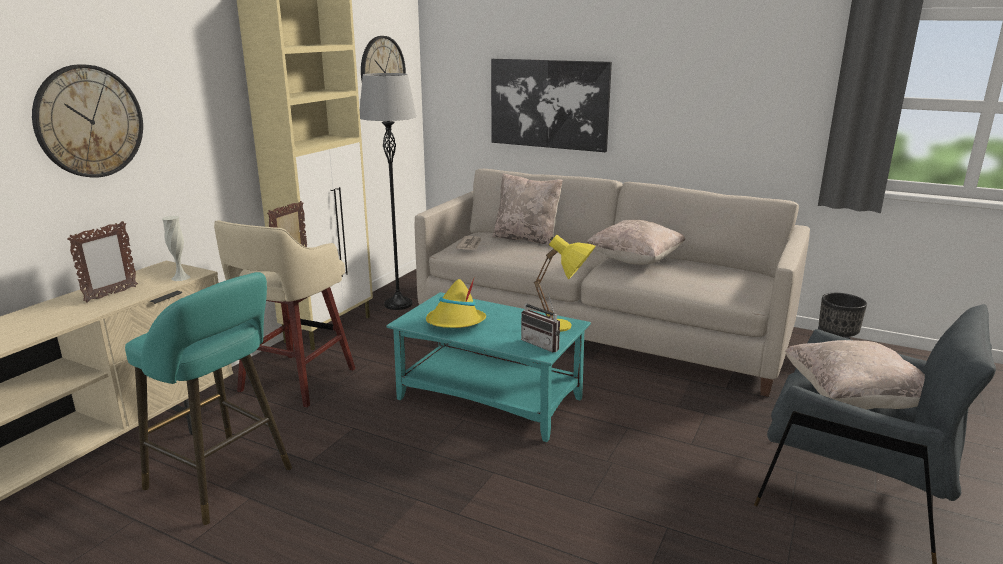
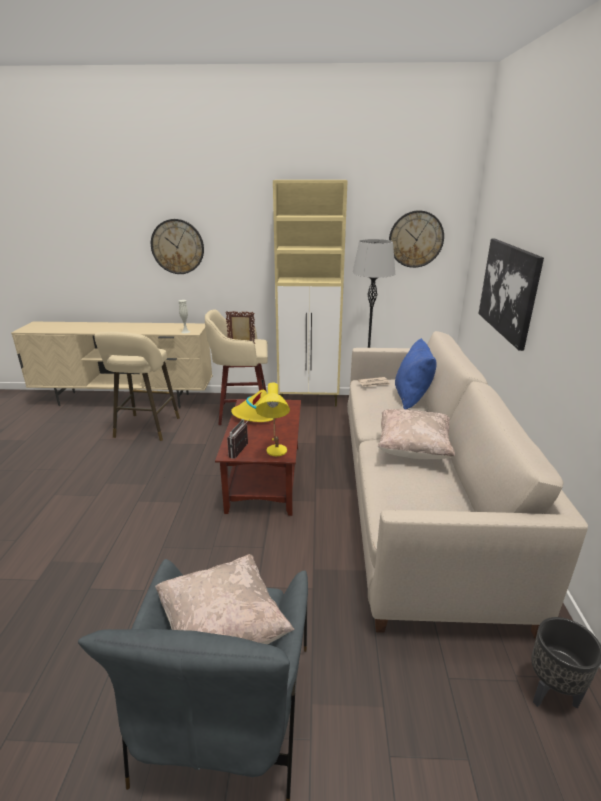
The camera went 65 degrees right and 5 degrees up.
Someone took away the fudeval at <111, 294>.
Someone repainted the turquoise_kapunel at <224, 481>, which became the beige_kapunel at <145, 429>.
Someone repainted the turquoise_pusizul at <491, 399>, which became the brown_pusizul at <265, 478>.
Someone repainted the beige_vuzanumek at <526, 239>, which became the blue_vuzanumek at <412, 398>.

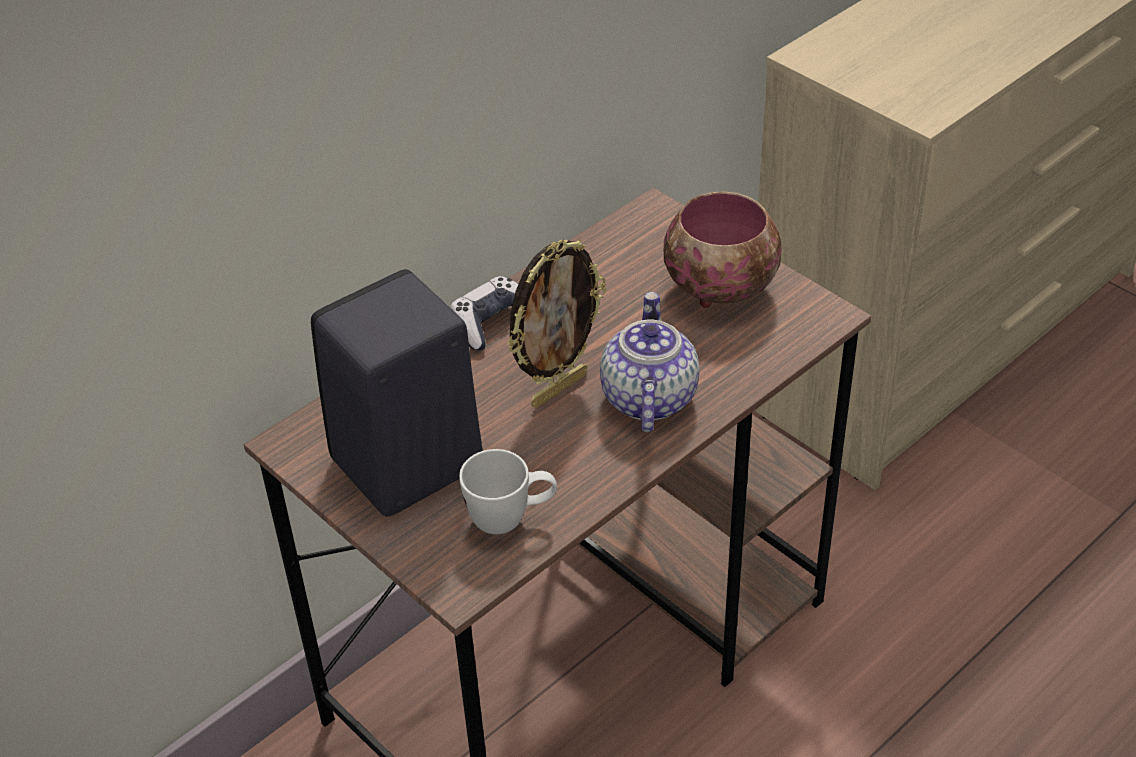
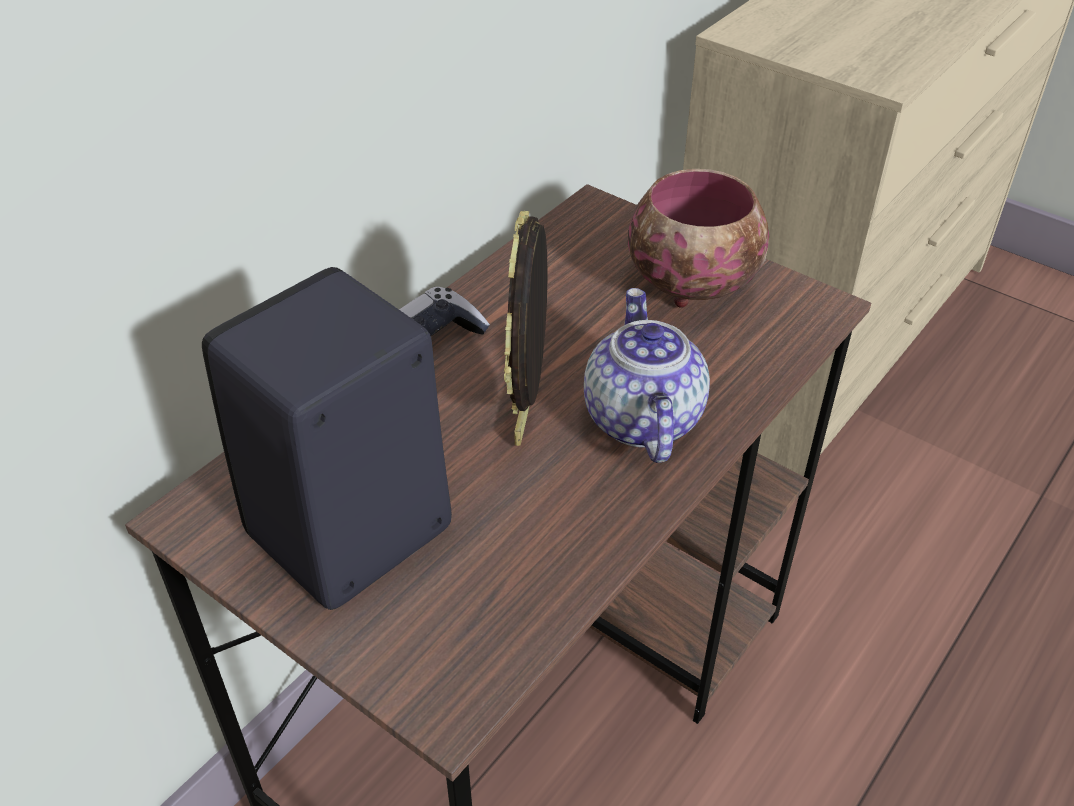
The camera went 10 degrees left and 0 degrees up.
Someone took away the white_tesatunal at <511, 519>.
Someone rotated the fudeval at <558, 389> by 150 degrees clockwise.

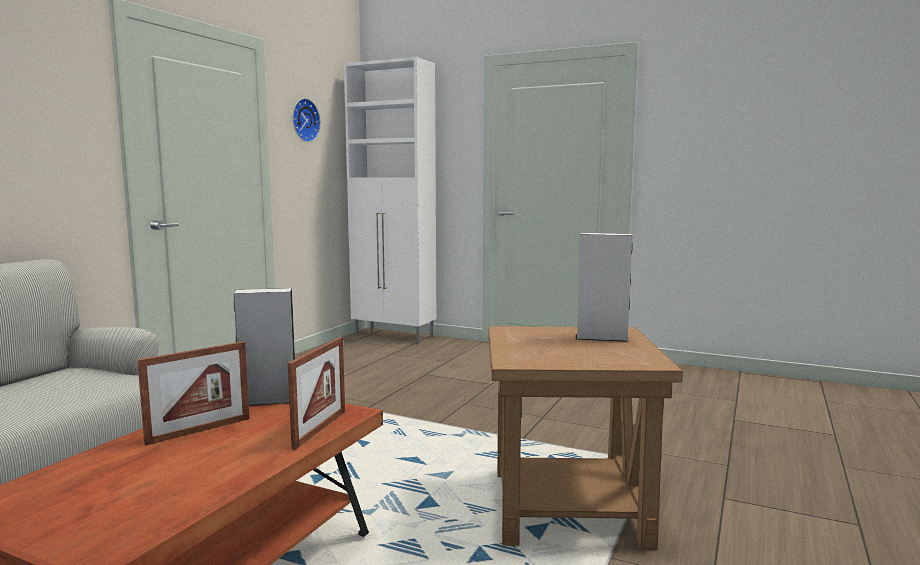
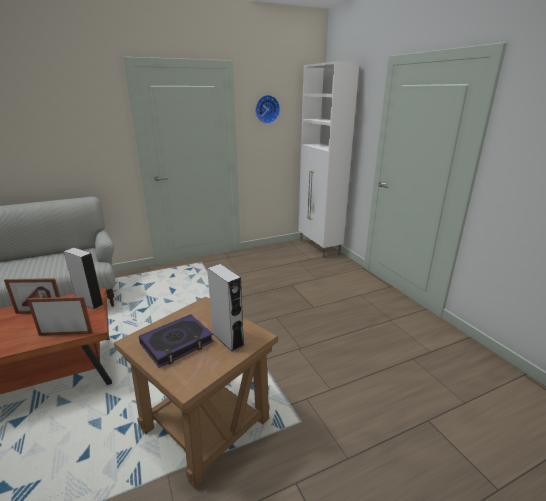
The camera went 40 degrees right and 15 degrees up.
Someone put down the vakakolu at <177, 343>.
Someone rotated the fudeval at <320, 429> by 150 degrees counterclockwise.

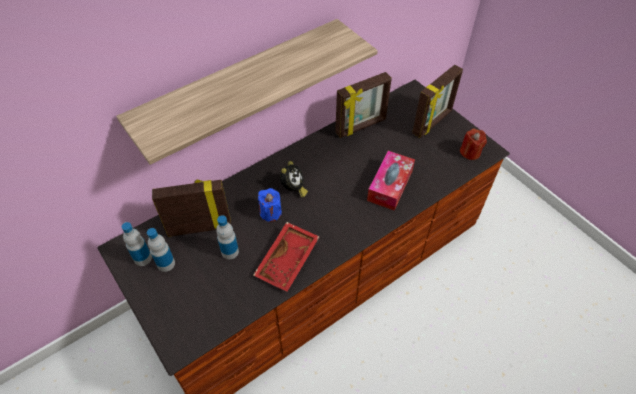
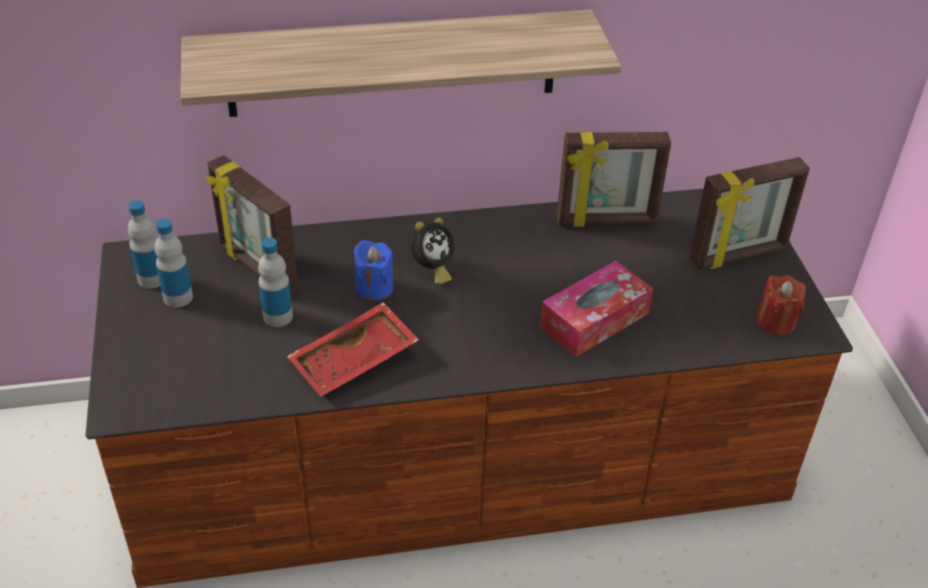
The camera went 25 degrees right and 10 degrees down.
Someone rotated the fudeval at <199, 227> by 150 degrees counterclockwise.

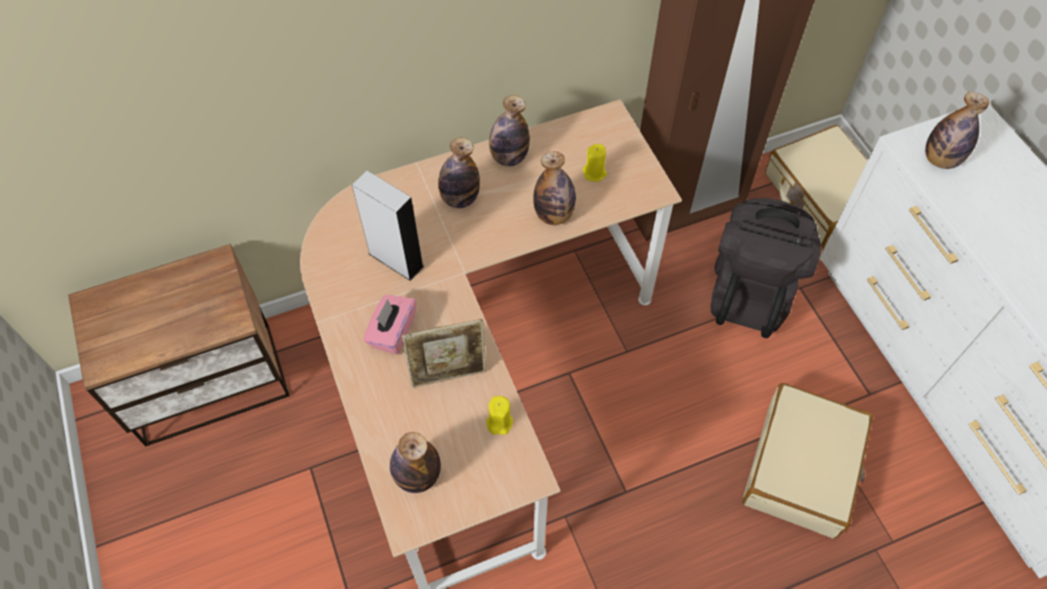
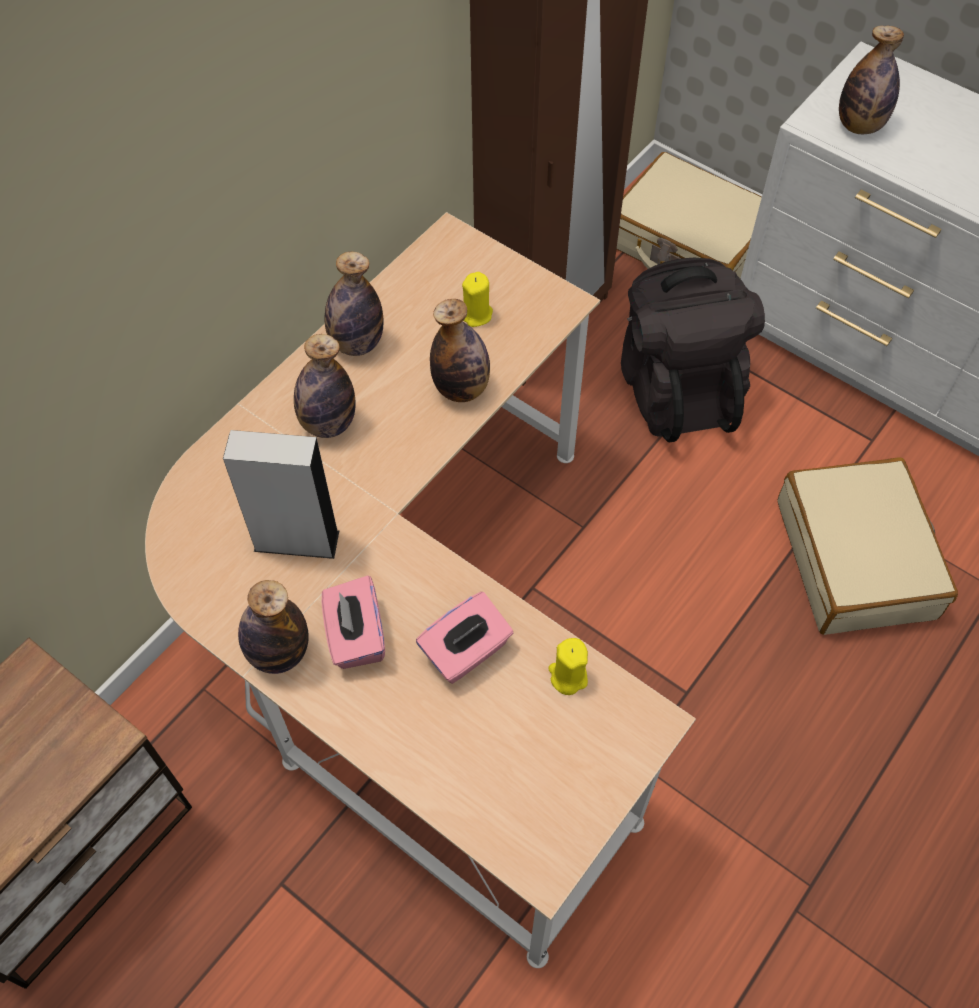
The camera went 30 degrees left and 0 degrees up.
Someone carried the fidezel from <418, 476> to <279, 652>.
Someone swapped the fudeval at <449, 375> for the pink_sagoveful at <466, 651>.

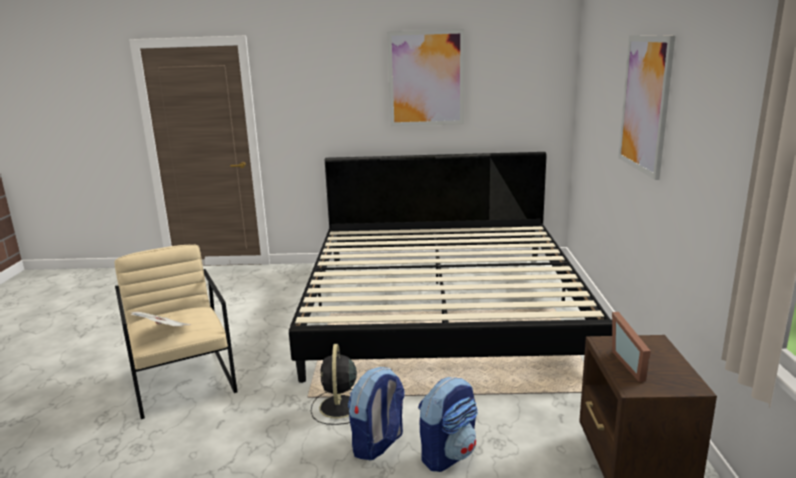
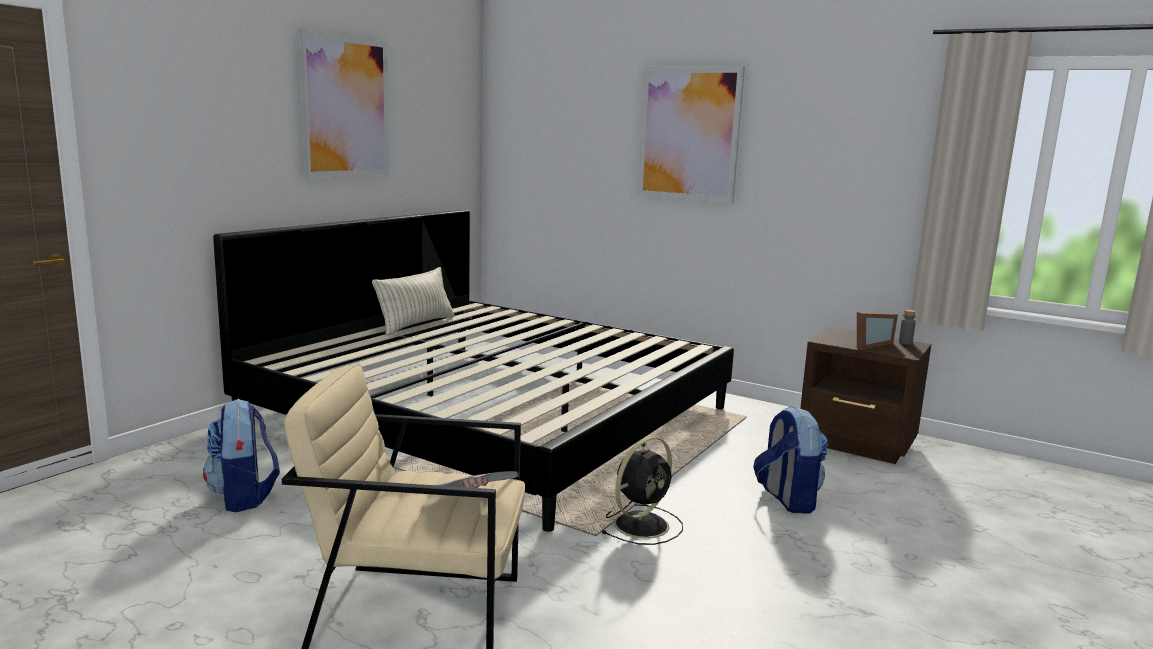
The camera went 60 degrees left and 5 degrees down.
Someone put down the vuzanumek at <416, 325>.
Someone put down the grey_fidezel at <905, 343>.
Someone carried the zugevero from <378, 444> to <244, 497>.
Someone rotated the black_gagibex at <339, 408> by 75 degrees counterclockwise.
Someone rotated the fudeval at <632, 363> by 60 degrees counterclockwise.

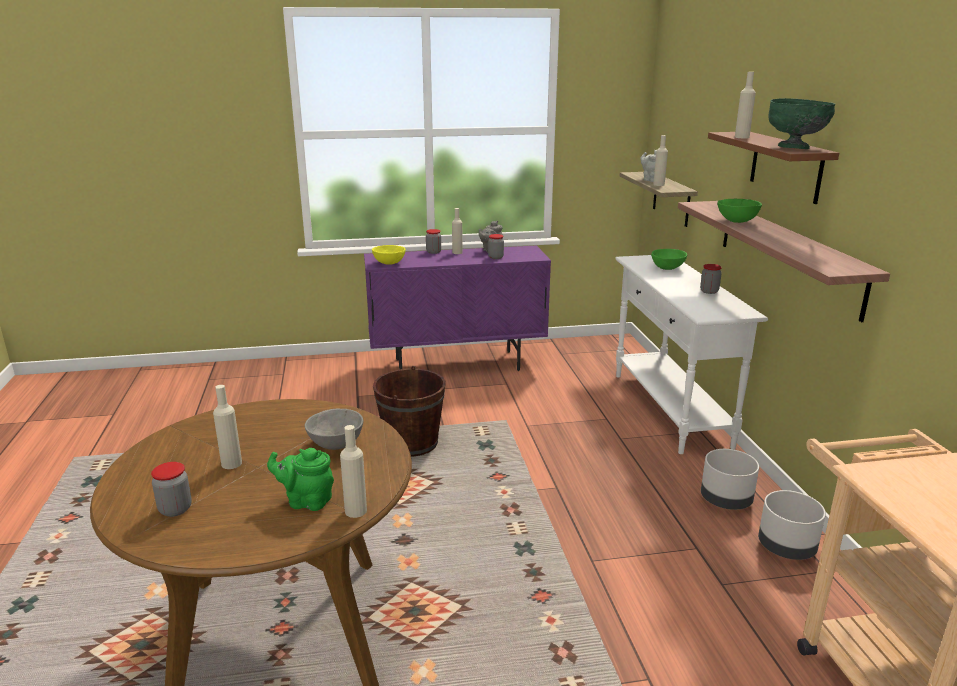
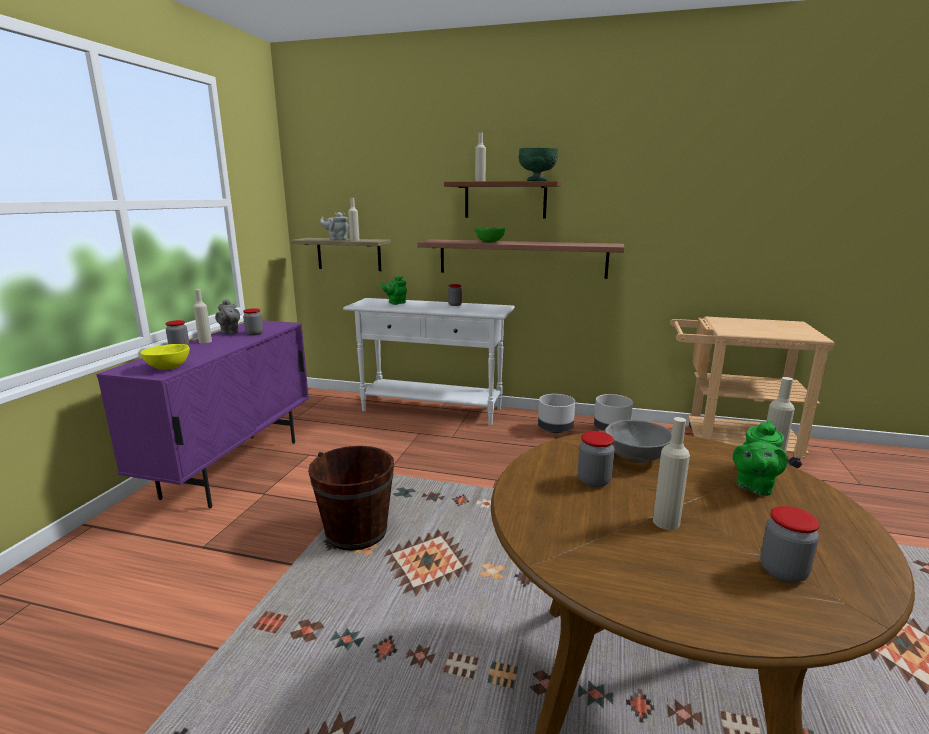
The camera went 65 degrees left and 5 degrees down.
Someone put down the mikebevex at <594, 481>.
Someone swapped the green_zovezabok at <668, 268> for the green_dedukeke at <396, 303>.

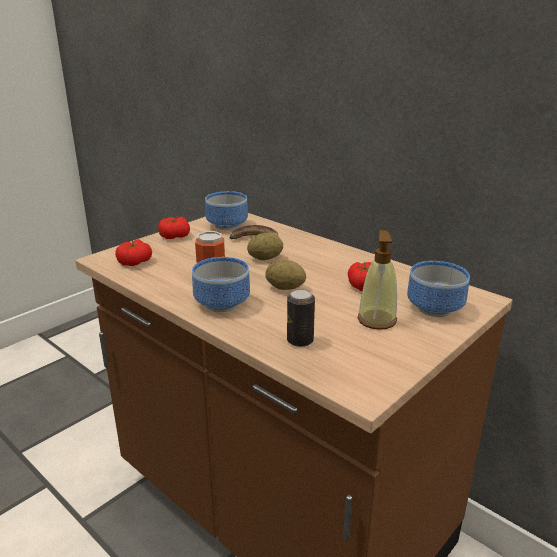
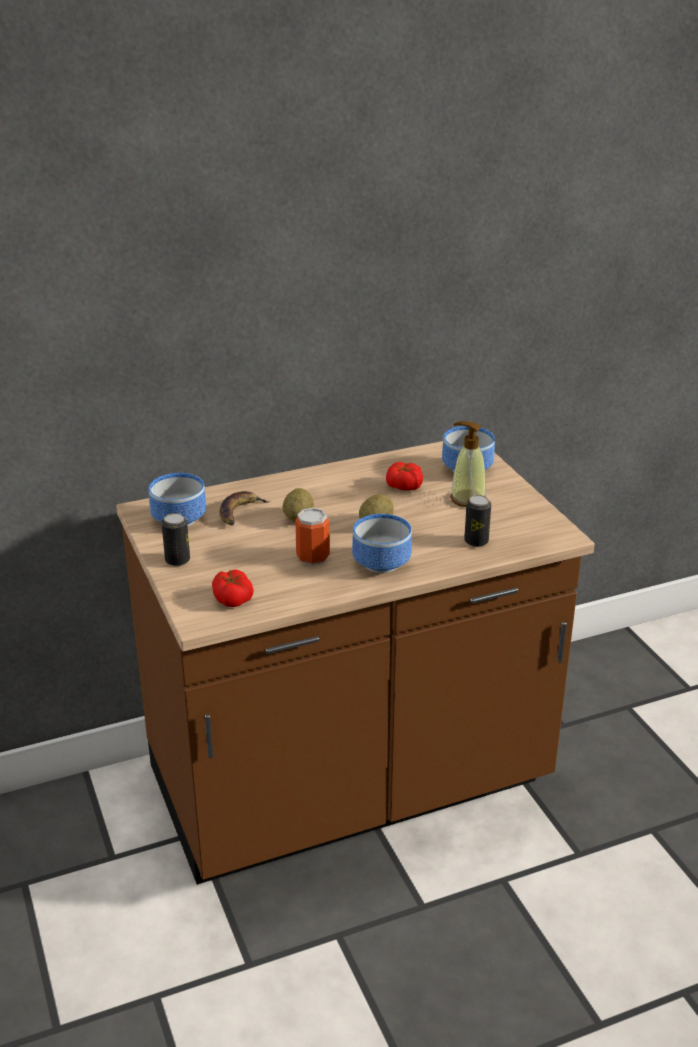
The camera went 65 degrees left and 5 degrees up.
Someone swapped the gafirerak at <174, 236> for the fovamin at <177, 560>.

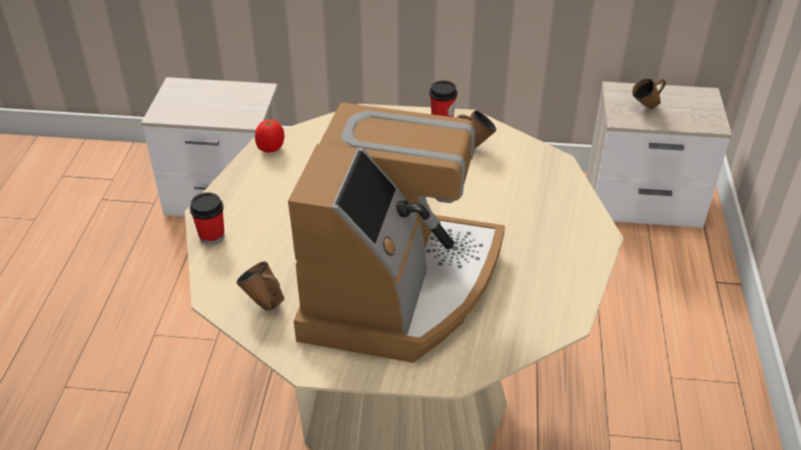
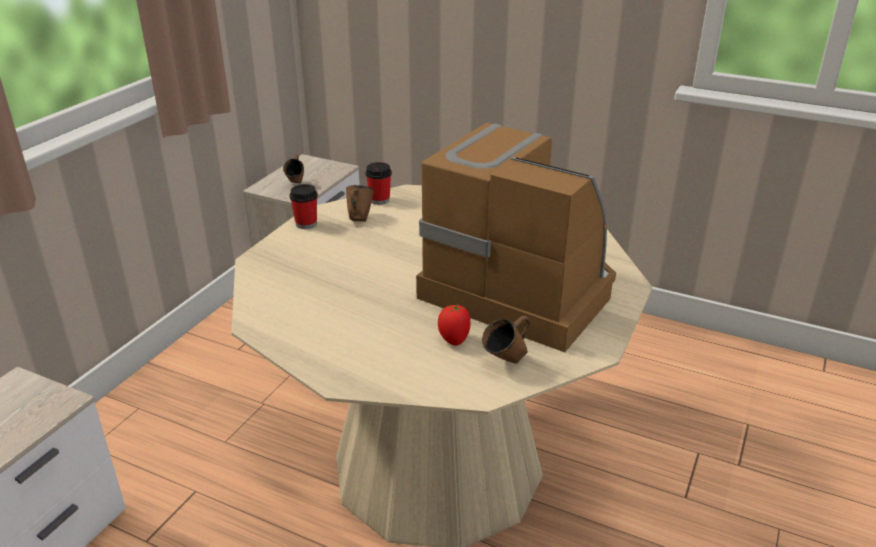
The camera went 70 degrees left and 10 degrees down.
Someone carried the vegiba from <212, 236> to <379, 200>.
Someone carried the gafirerak from <271, 148> to <453, 340>.

